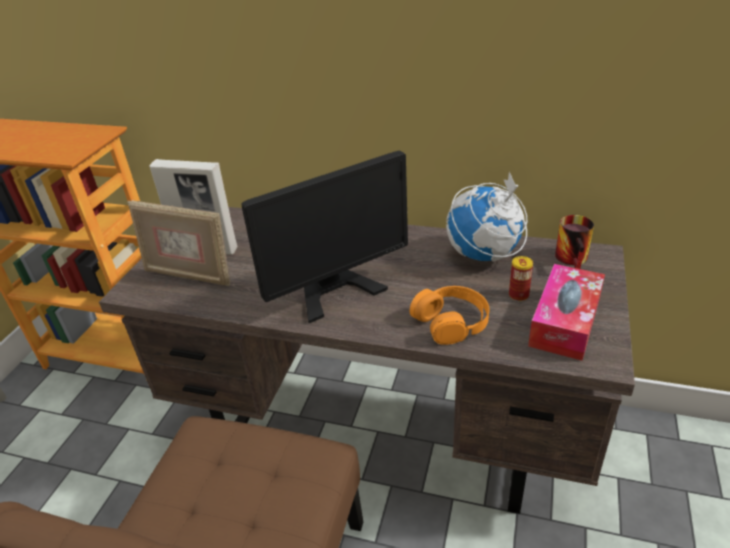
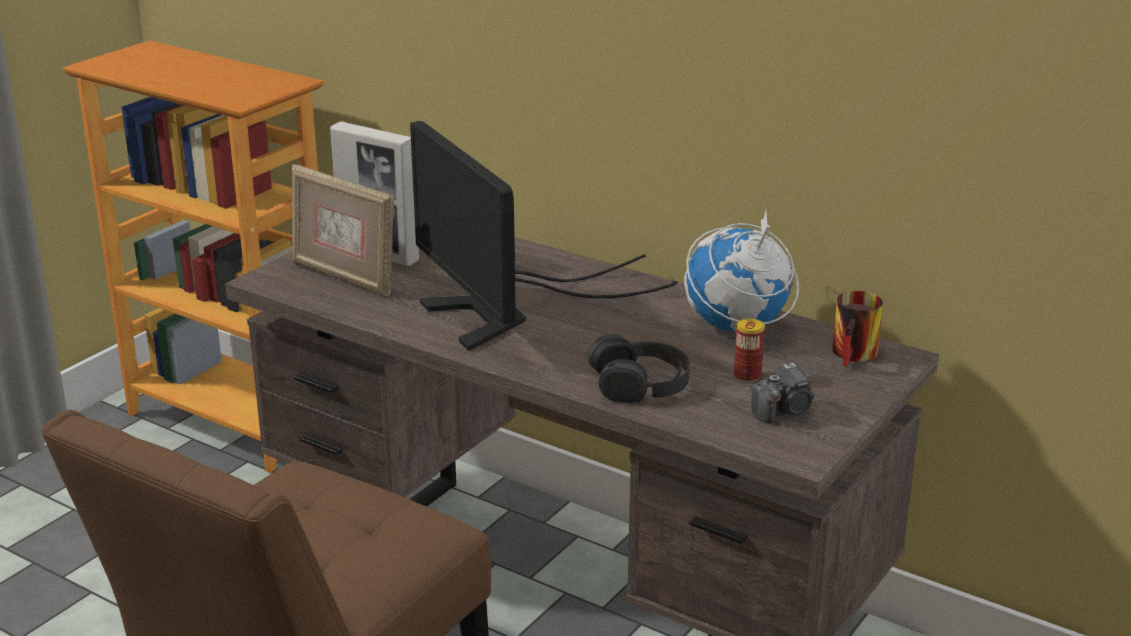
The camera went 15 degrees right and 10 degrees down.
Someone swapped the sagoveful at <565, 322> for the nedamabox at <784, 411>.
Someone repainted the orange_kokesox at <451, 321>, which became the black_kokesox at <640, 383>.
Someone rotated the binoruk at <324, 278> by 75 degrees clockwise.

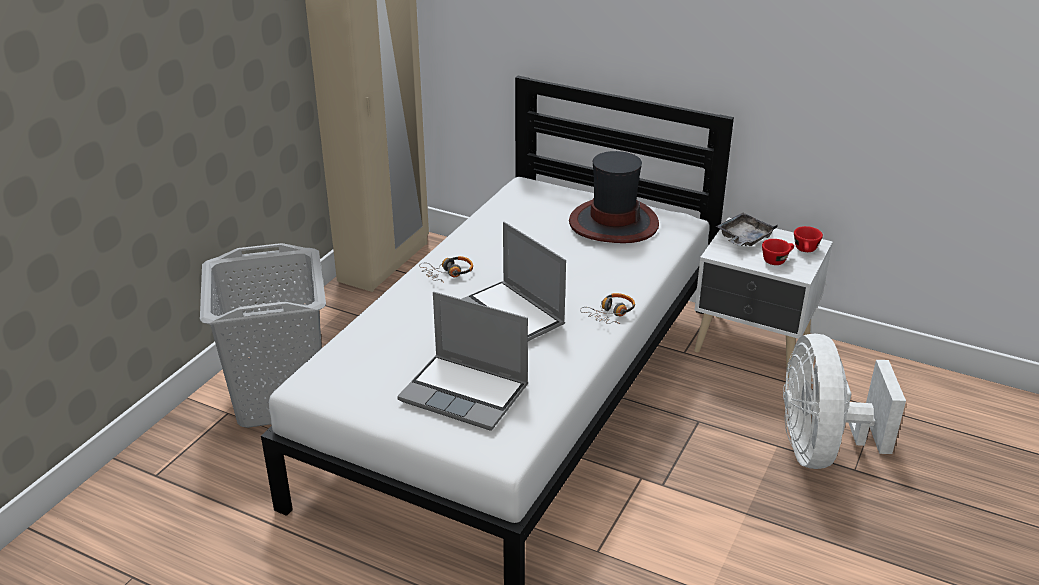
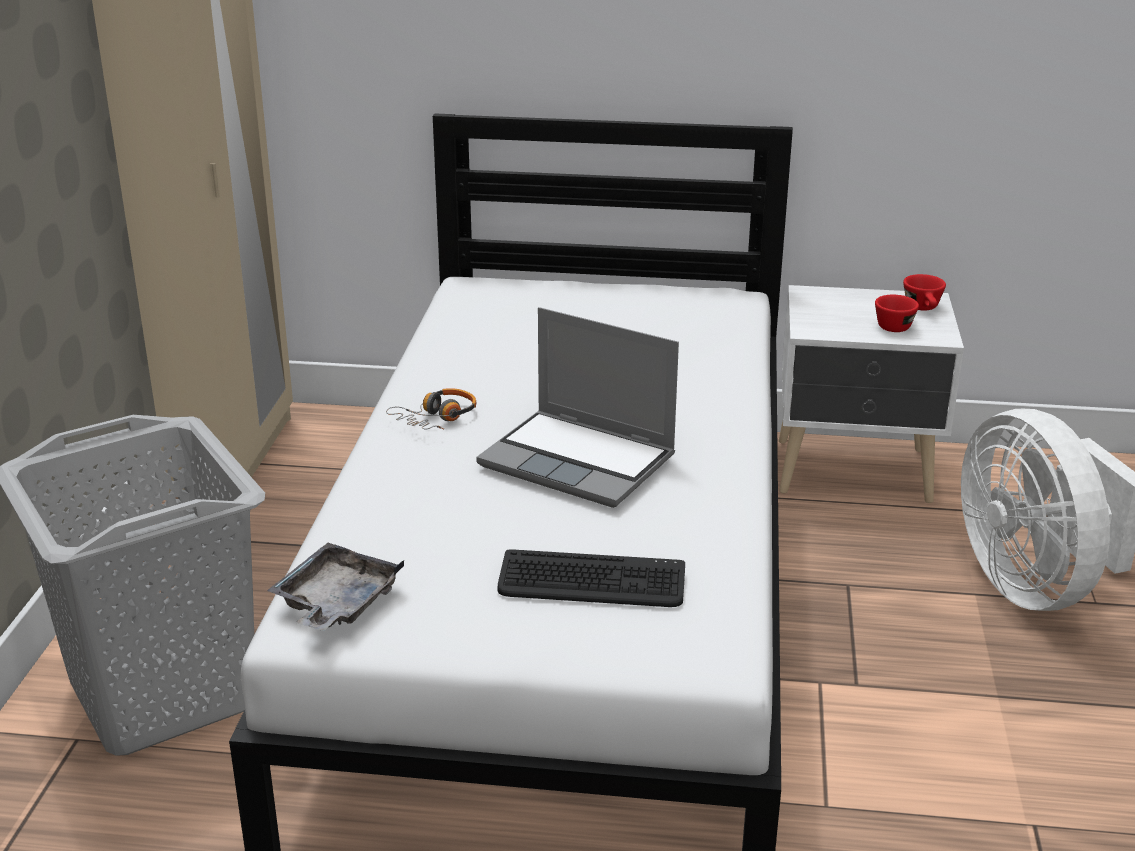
The camera went 20 degrees left and 5 degrees down.
Someone took away the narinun at <613, 223>.
Someone took away the kokesox at <610, 314>.
Someone carried the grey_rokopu from <743, 238> to <336, 603>.
Someone swapped the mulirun at <466, 393> for the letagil at <591, 582>.

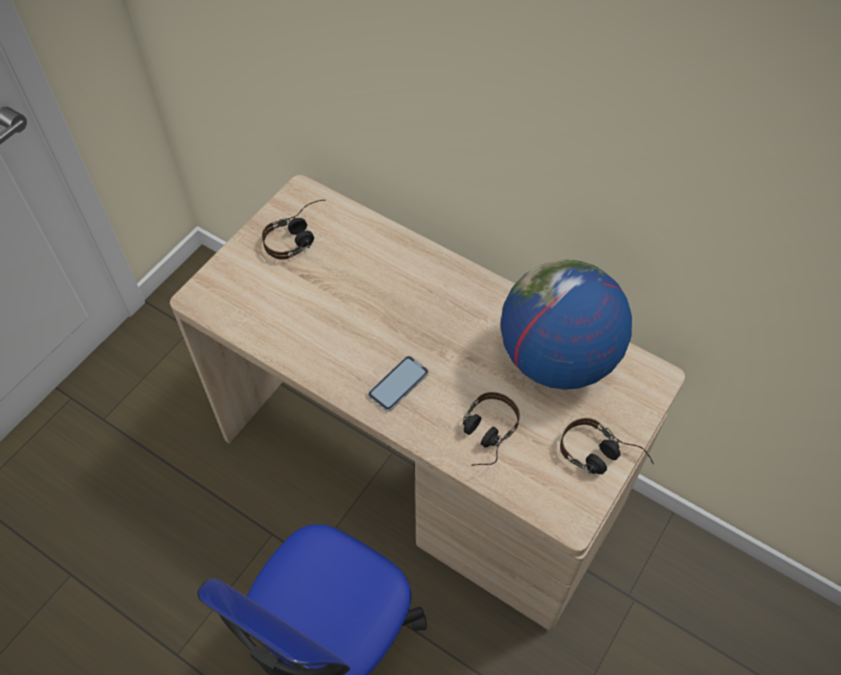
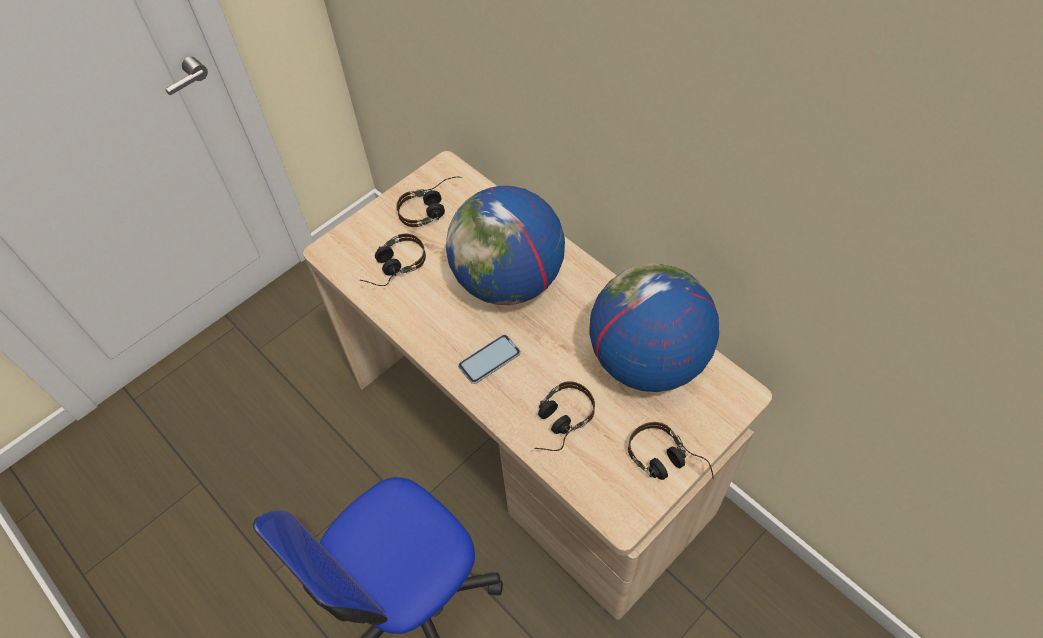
The camera went 15 degrees right and 0 degrees up.
Someone put down the kokesox at <392, 268>.
Someone put down the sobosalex at <508, 281>.

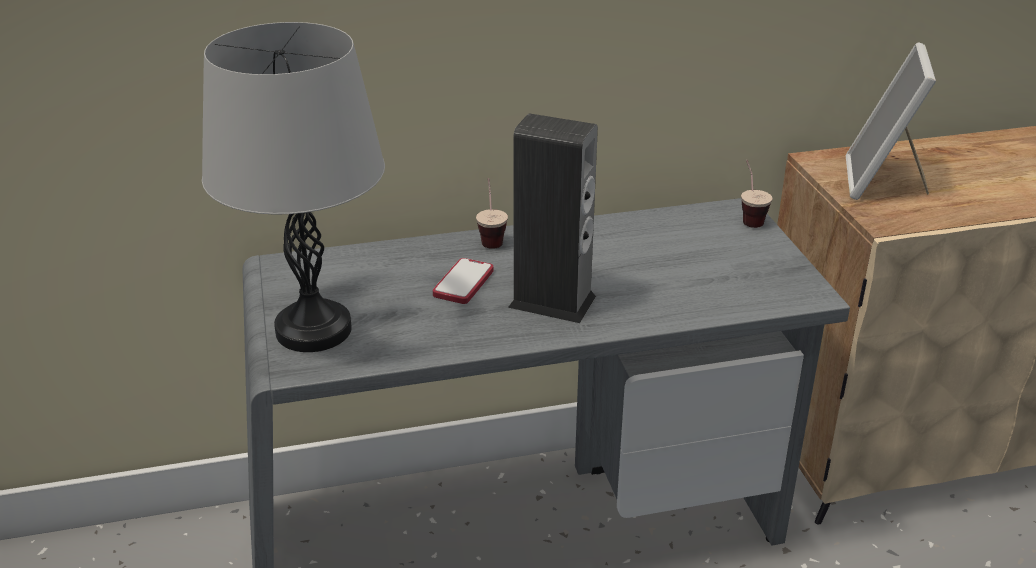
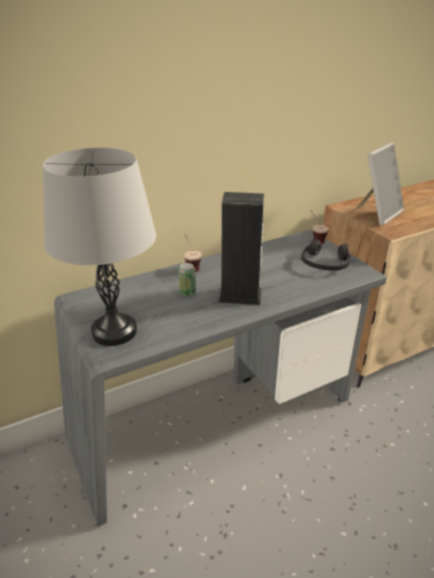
The camera went 15 degrees left and 0 degrees up.
Someone put down the black_kokesox at <325, 263>.
Someone swapped the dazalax at <463, 283> for the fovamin at <187, 292>.
Someone rotated the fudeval at <883, 182> by 135 degrees counterclockwise.

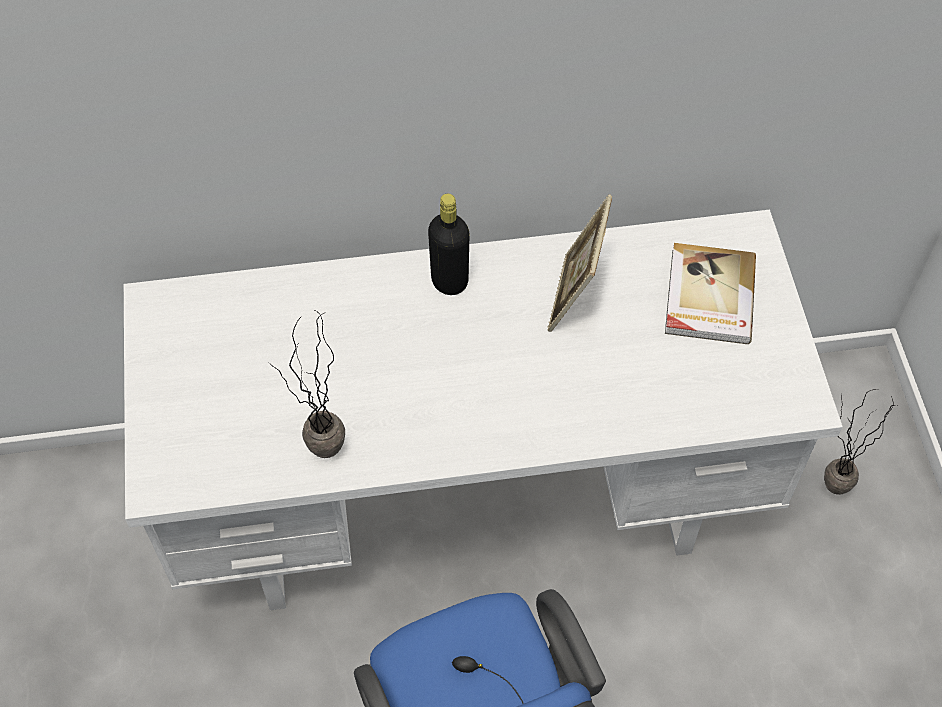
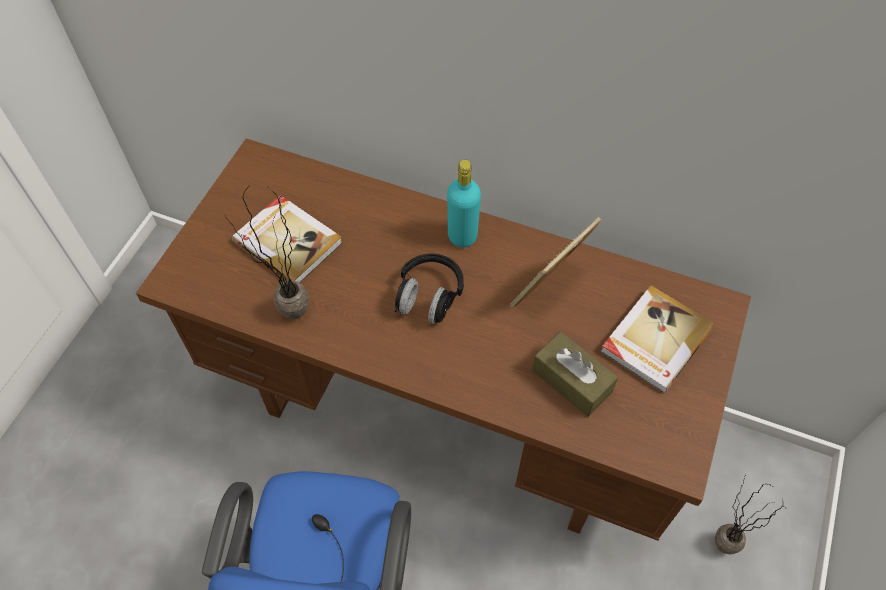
The camera went 30 degrees right and 0 degrees up.
Someone put down the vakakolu at <288, 241>.
Someone put down the black_kokesox at <429, 297>.
Someone put down the brown_sagoveful at <571, 381>.
Someone repainted the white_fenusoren at <473, 501>, which became the brown_fenusoren at <446, 412>.
Someone repainted the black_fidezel at <449, 281>, which became the turquoise_fidezel at <462, 236>.

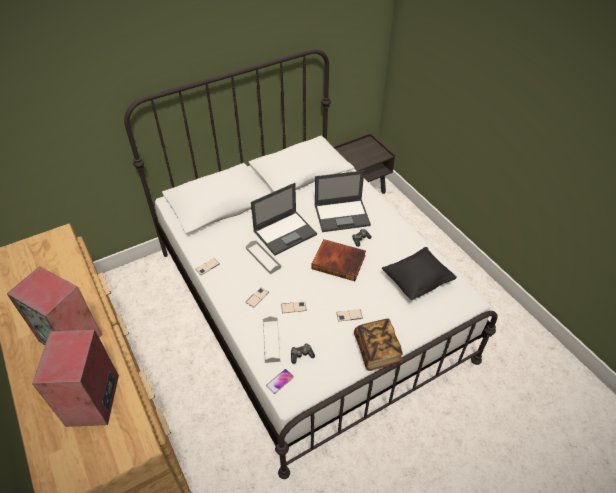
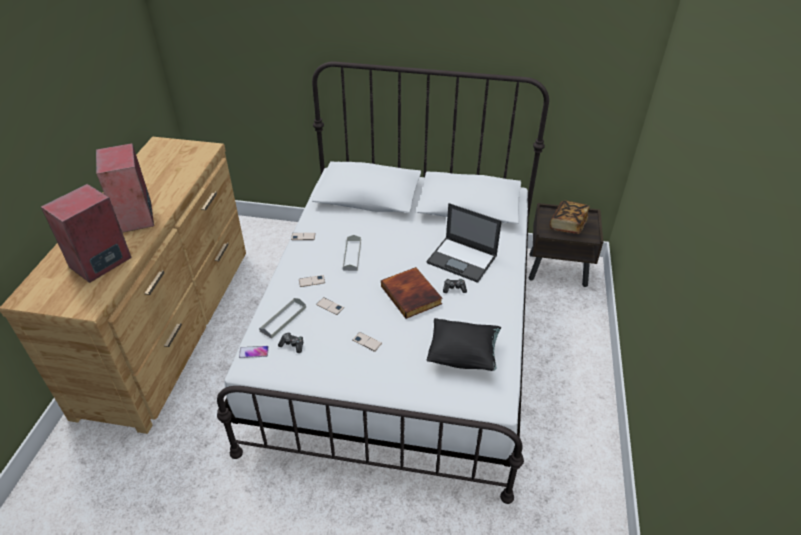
The camera went 40 degrees right and 5 degrees down.
Someone took away the mulirun at <285, 232>.
Someone carried the vakakolu from <377, 350> to <568, 224>.

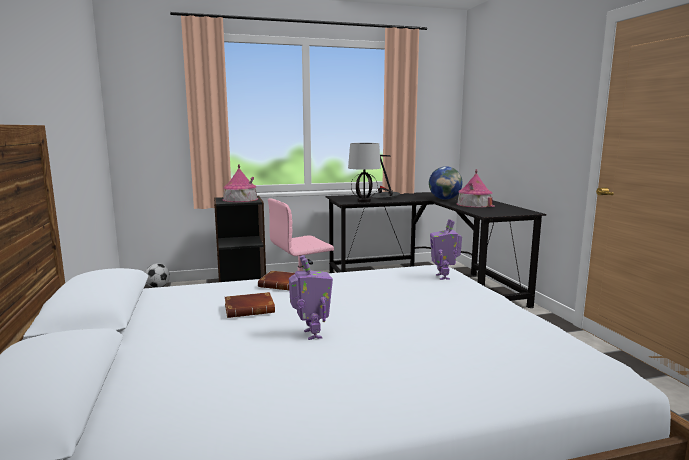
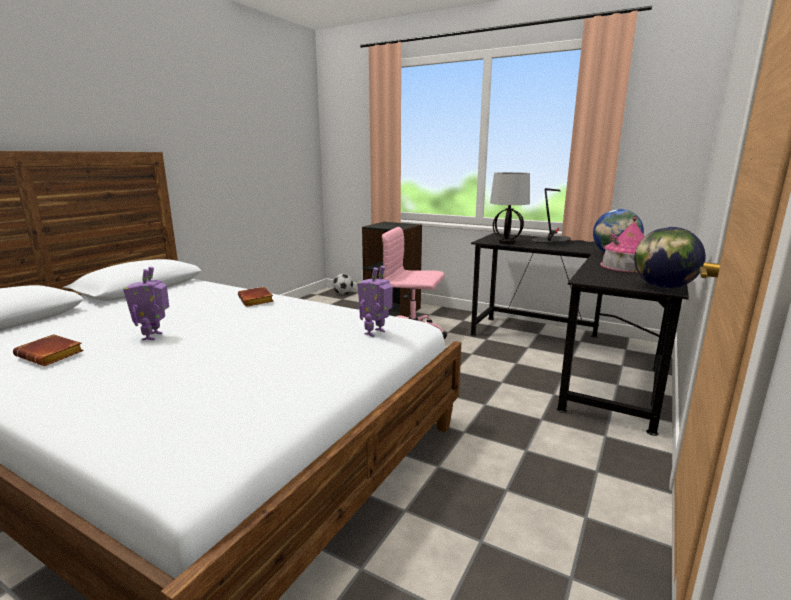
The camera went 45 degrees right and 5 degrees up.
Someone took away the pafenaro at <240, 199>.
Someone put down the sobosalex at <663, 287>.
Someone carried the brown_vakakolu from <250, 309> to <52, 355>.
Someone rotated the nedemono at <311, 334> by 150 degrees clockwise.

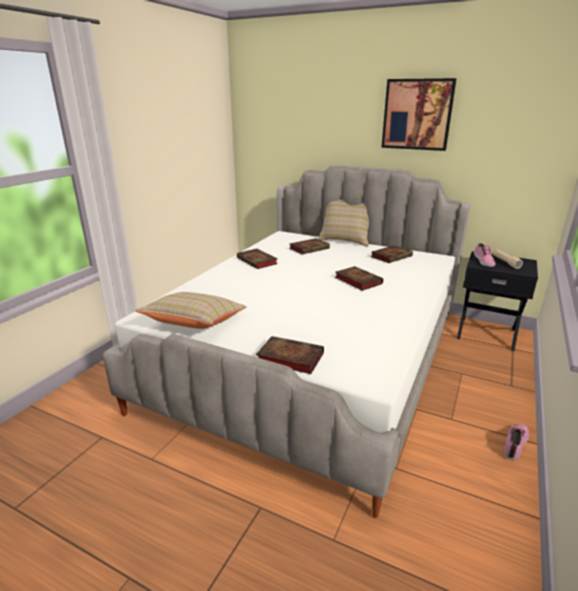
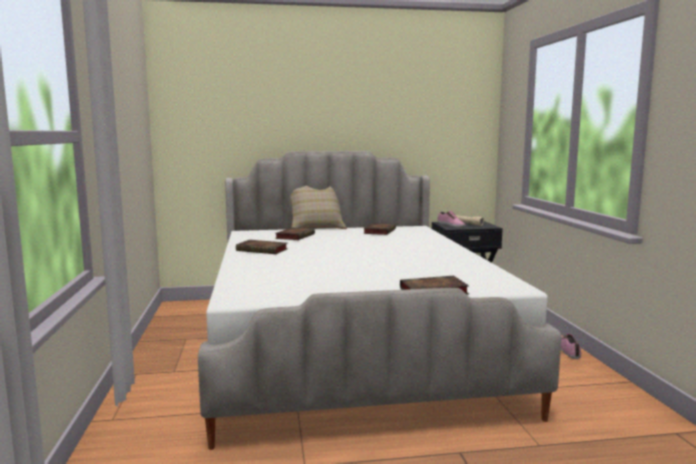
The camera went 35 degrees left and 15 degrees down.
Someone took away the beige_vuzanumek at <195, 324>.
Someone took away the vakakolu at <357, 280>.
Someone took away the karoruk at <417, 114>.

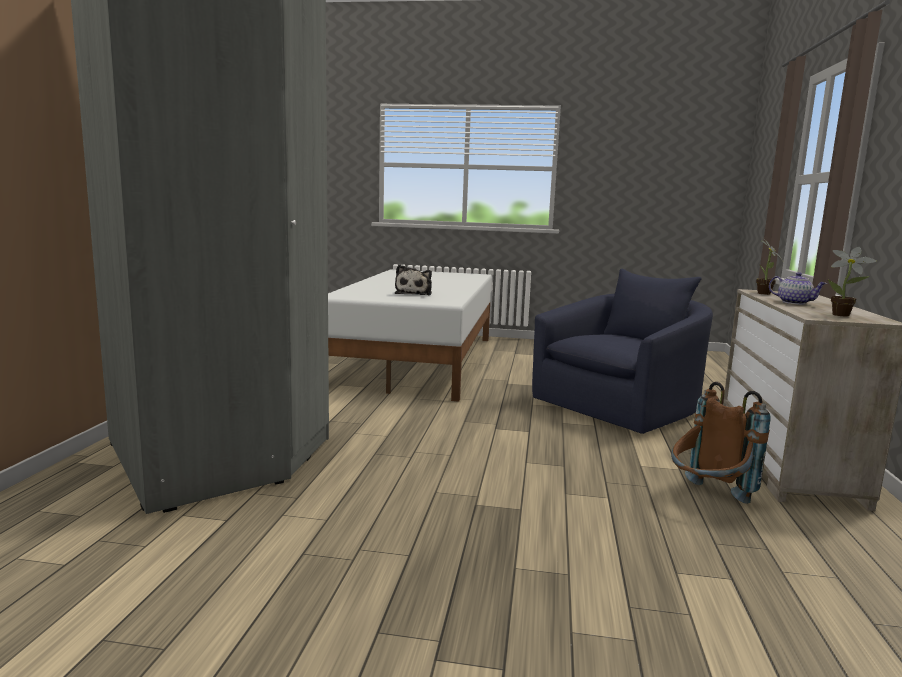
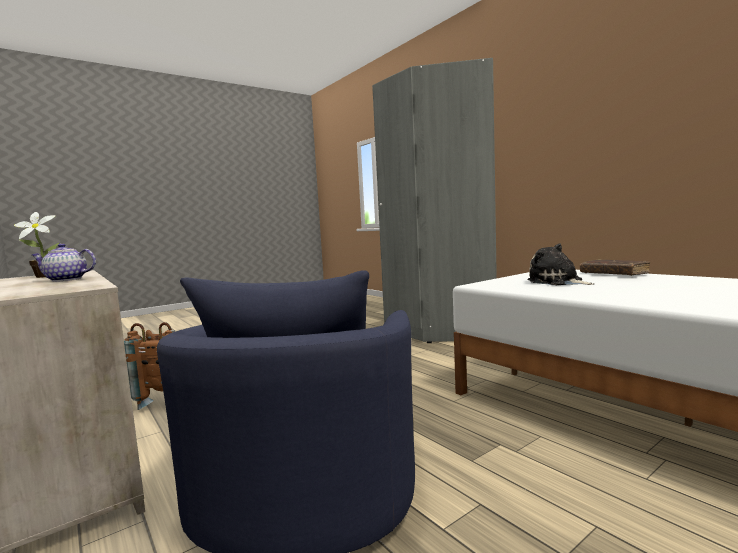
The camera went 135 degrees right and 5 degrees down.
Someone took away the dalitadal at <763, 294>.
Someone put down the brown_vakakolu at <613, 274>.

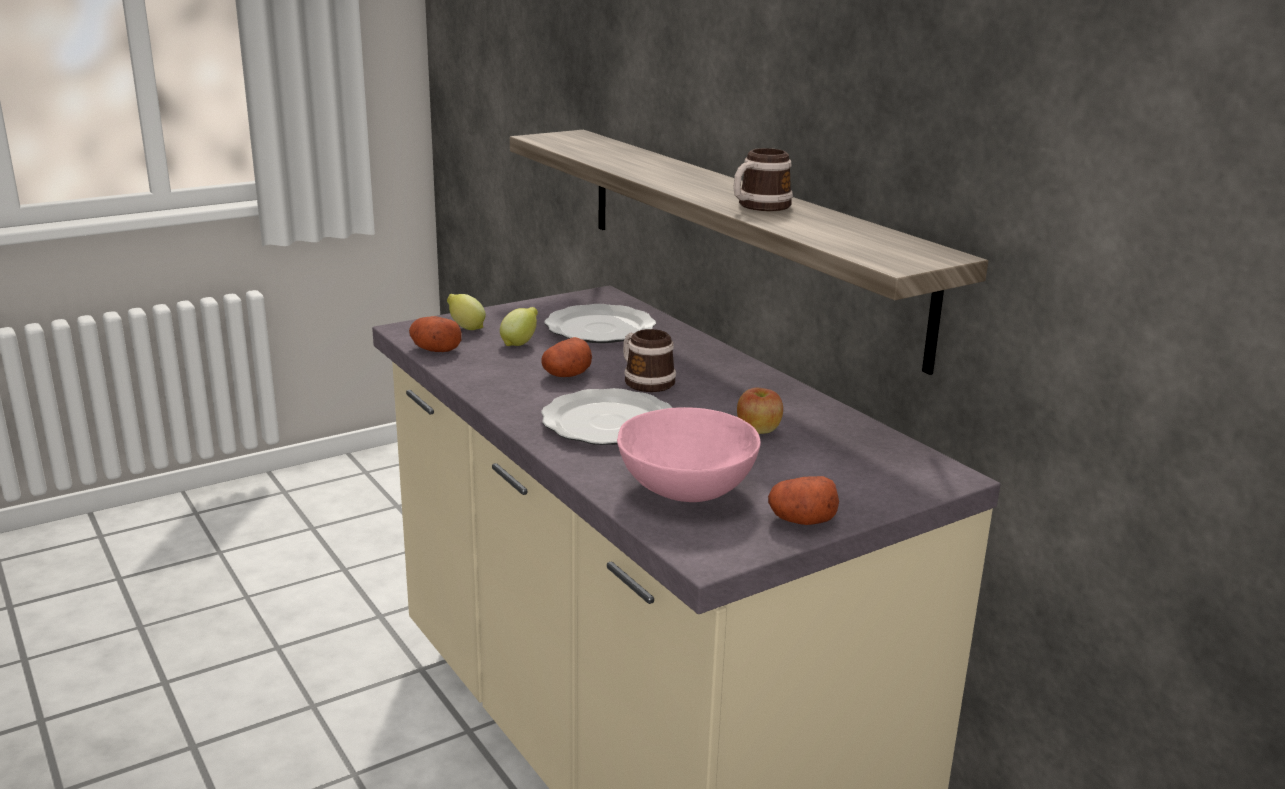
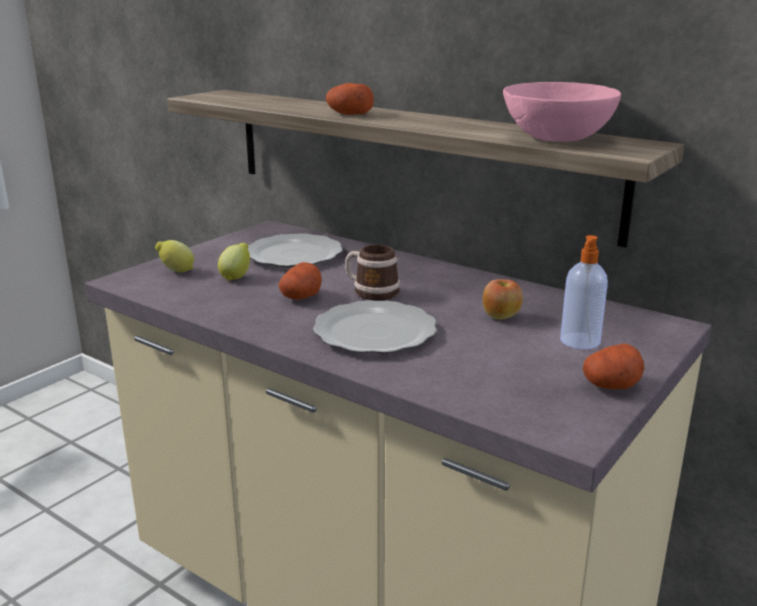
The camera went 20 degrees left and 0 degrees up.
Someone took away the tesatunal at <758, 206>.
Someone put down the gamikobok at <579, 341>.
Someone carried the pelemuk from <434, 349> to <349, 114>.
Someone carried the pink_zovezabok from <686, 489> to <557, 138>.

